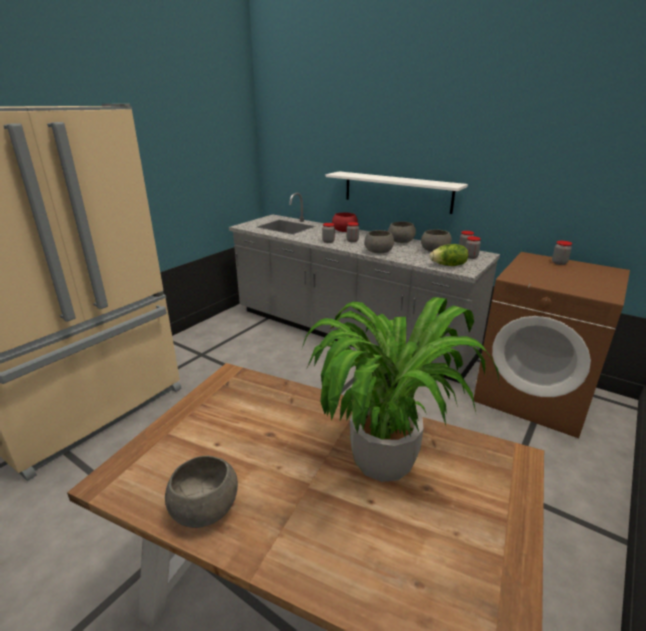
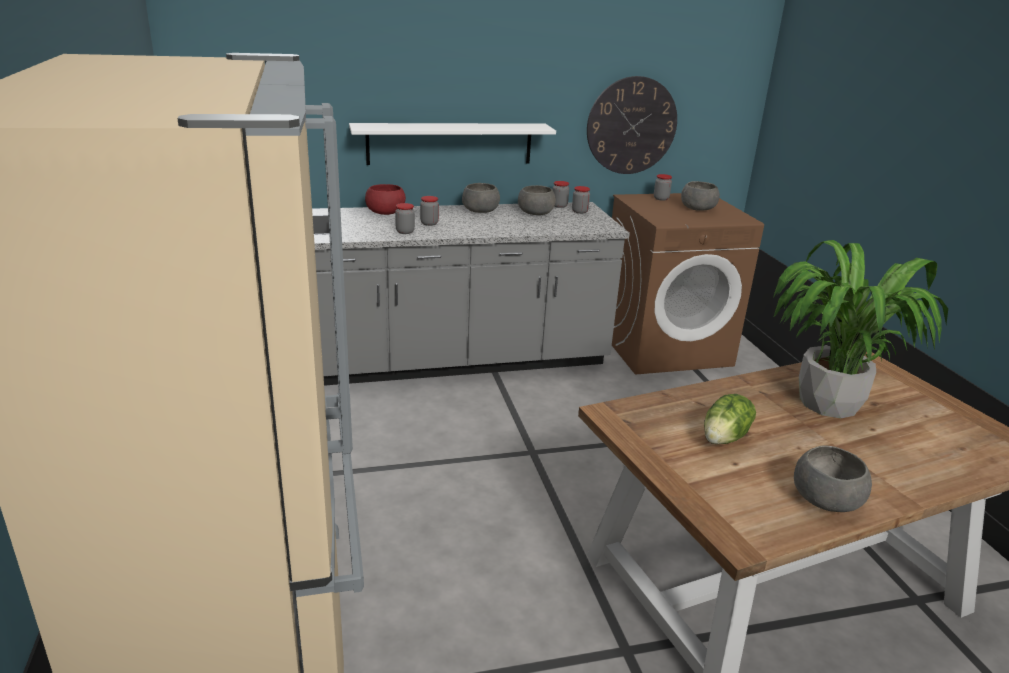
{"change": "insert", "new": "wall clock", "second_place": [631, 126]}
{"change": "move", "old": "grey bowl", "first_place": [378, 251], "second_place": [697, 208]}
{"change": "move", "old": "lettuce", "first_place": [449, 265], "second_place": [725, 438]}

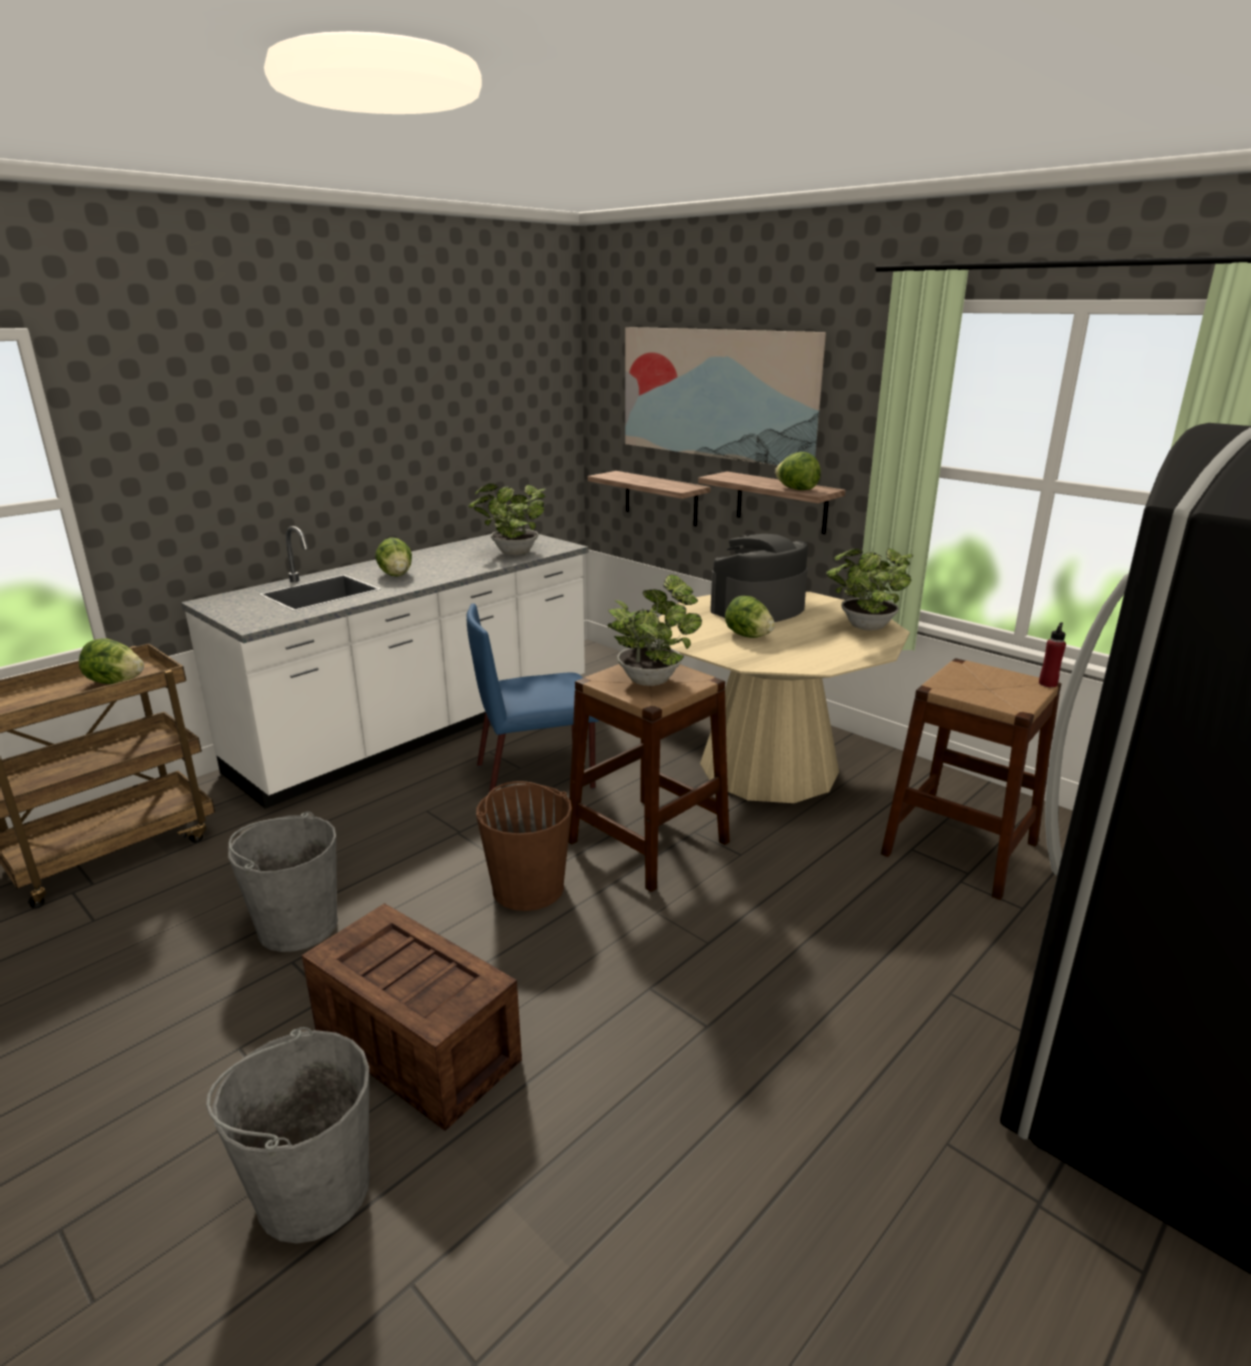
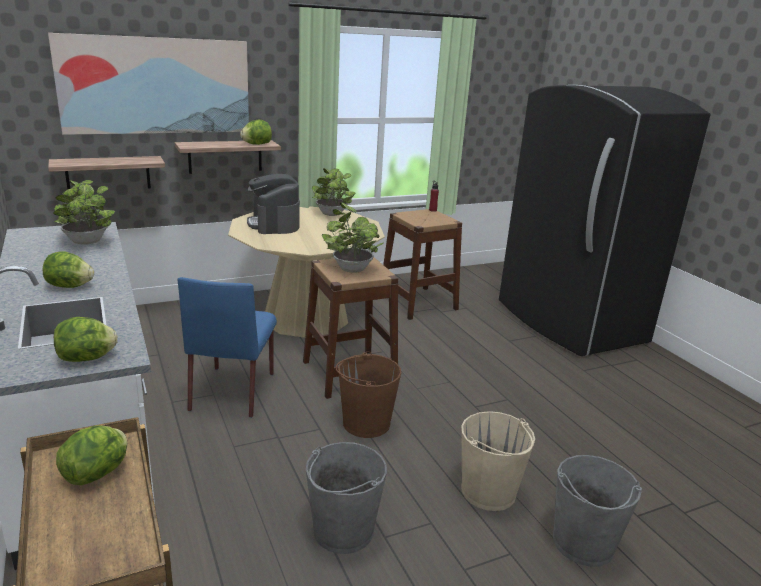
{"change": "move", "old": "lettuce", "first_place": [748, 636], "second_place": [87, 358]}
{"change": "replace", "old": "crate", "new": "beige bucket", "first_place": [414, 1045], "second_place": [488, 492]}

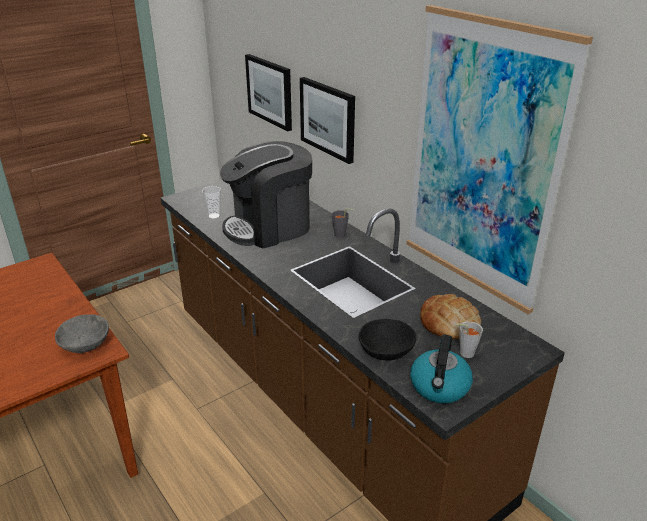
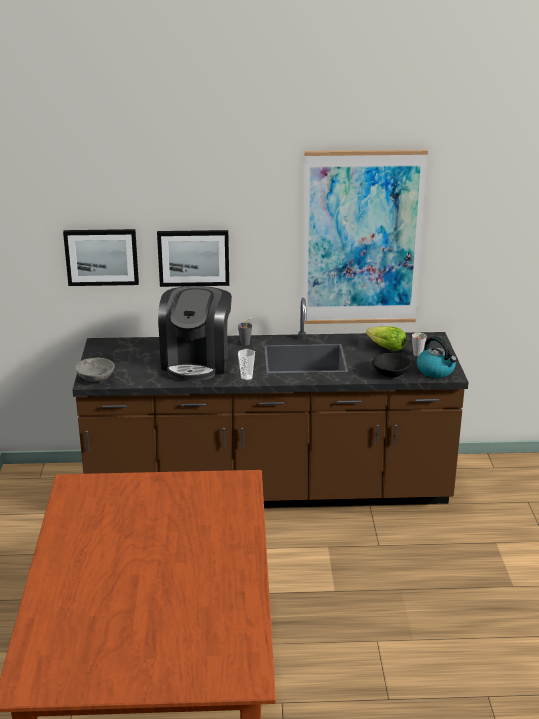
{"change": "move", "old": "grey bowl", "first_place": [85, 344], "second_place": [95, 378]}
{"change": "move", "old": "cup", "first_place": [214, 216], "second_place": [246, 377]}
{"change": "replace", "old": "bread", "new": "lettuce", "first_place": [449, 322], "second_place": [386, 348]}

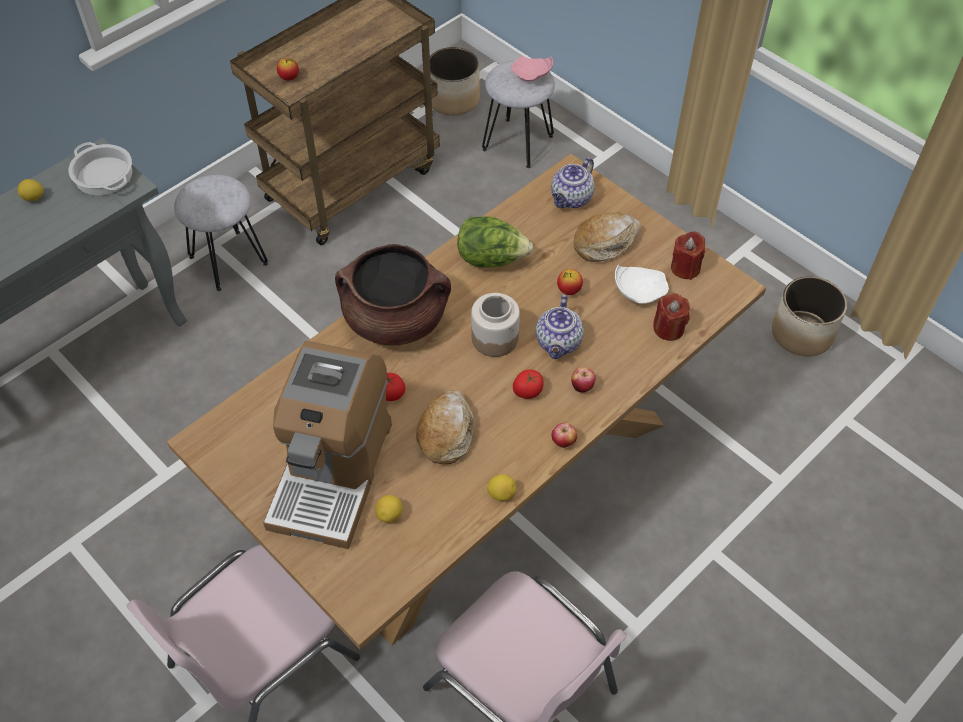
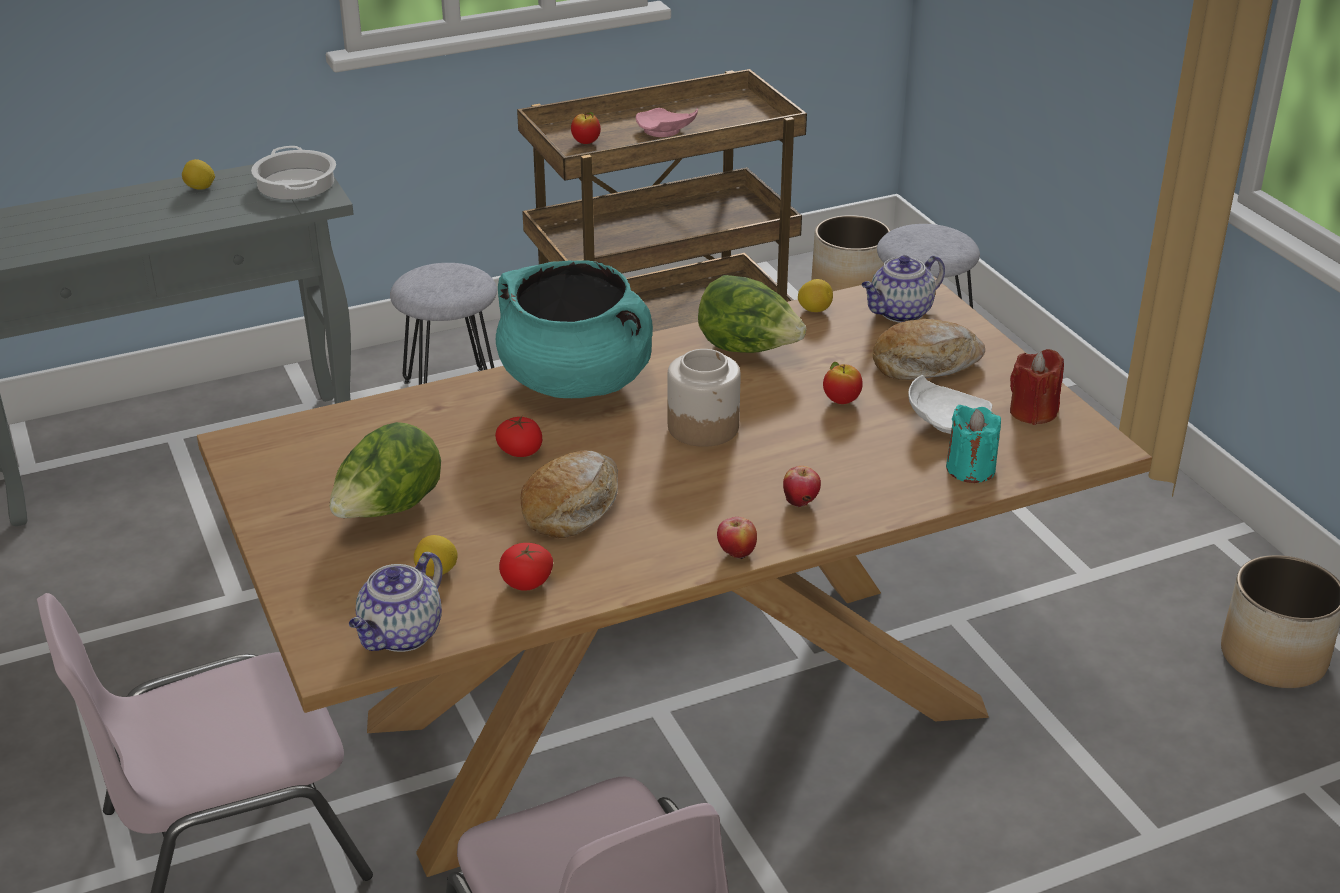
{"change": "replace", "old": "coffee machine", "new": "lettuce", "first_place": [332, 472], "second_place": [388, 511]}
{"change": "move", "old": "teapot", "first_place": [559, 343], "second_place": [401, 636]}
{"change": "recolor", "old": "brown cooking pot", "new": "turquoise cooking pot", "first_place": [396, 319], "second_place": [576, 382]}
{"change": "move", "old": "tomato", "first_place": [527, 391], "second_place": [526, 583]}
{"change": "move", "old": "pink plate", "first_place": [532, 75], "second_place": [665, 132]}
{"change": "move", "old": "lemon", "first_place": [501, 494], "second_place": [814, 310]}
{"change": "recolor", "old": "red candle", "new": "turquoise candle", "first_place": [668, 328], "second_place": [970, 469]}

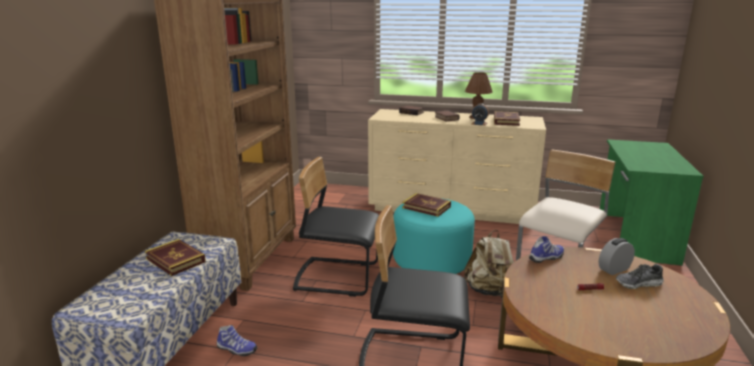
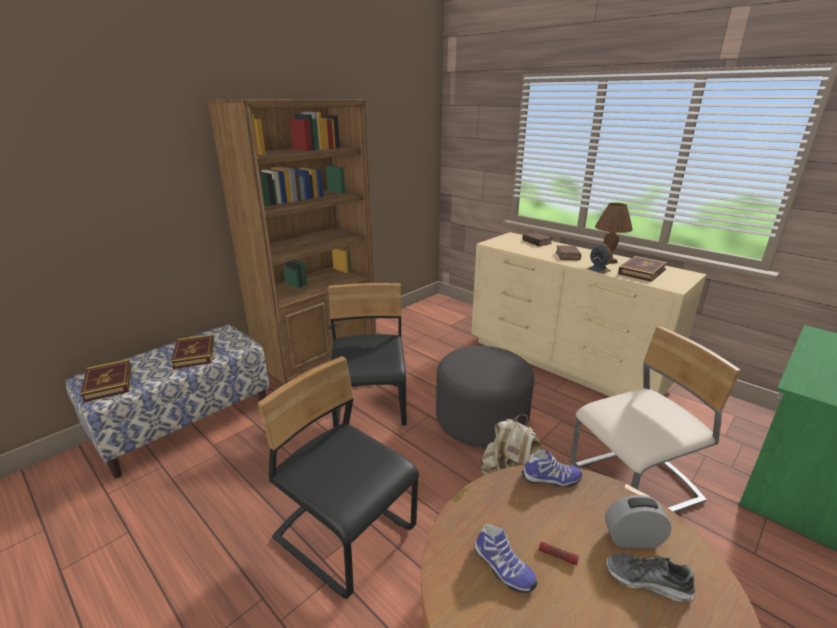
{"change": "move", "old": "book", "first_place": [426, 207], "second_place": [108, 383]}
{"change": "rotate", "old": "black chair", "first_place": [337, 277], "second_place": [371, 407], "degrees": 45}
{"change": "recolor", "old": "turquoise ottoman", "new": "grey ottoman", "first_place": [432, 260], "second_place": [481, 420]}
{"change": "move", "old": "shoe", "first_place": [236, 349], "second_place": [502, 568]}

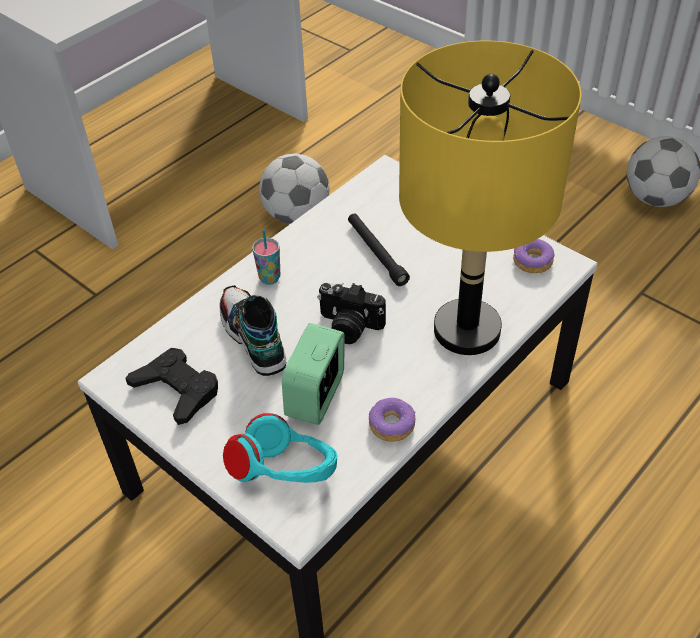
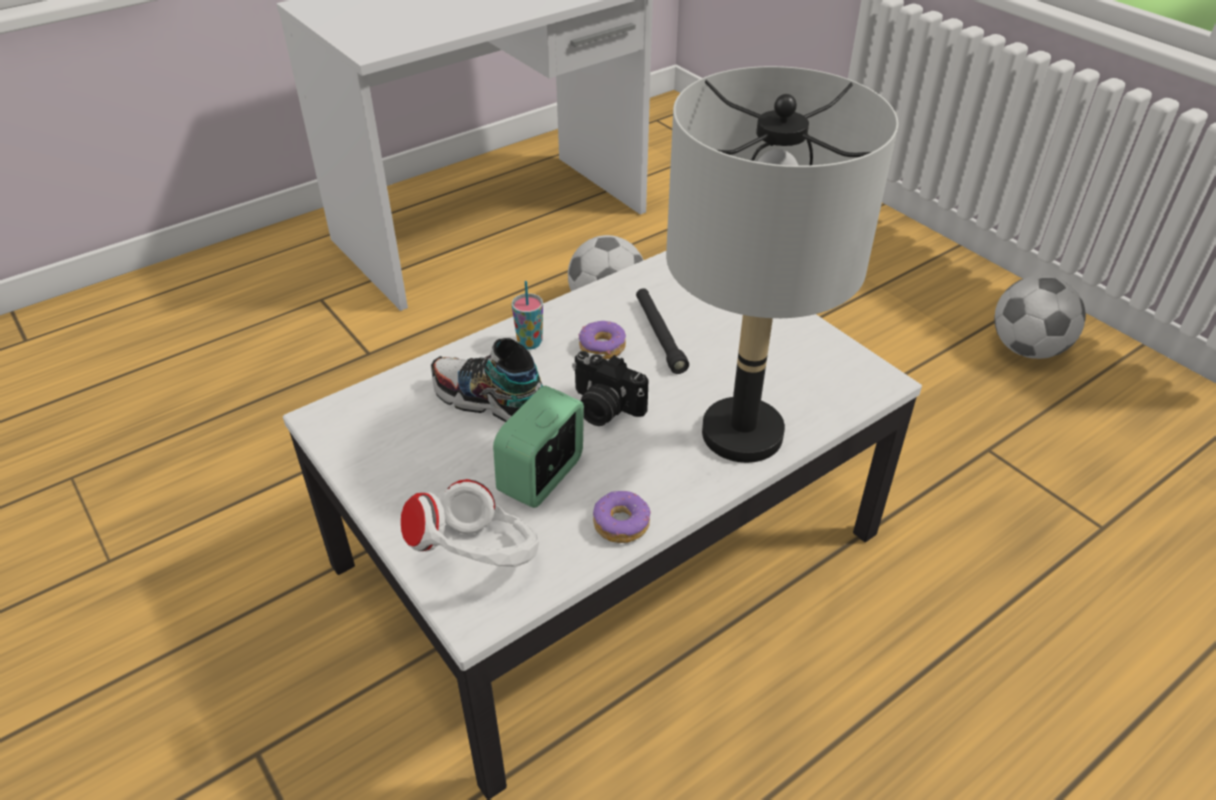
{"change": "recolor", "old": "turquoise headphones", "new": "white headphones", "first_place": [287, 475], "second_place": [480, 558]}
{"change": "rotate", "old": "shoe", "first_place": [253, 338], "second_place": [490, 402], "degrees": -45}
{"change": "move", "old": "donut", "first_place": [532, 262], "second_place": [602, 347]}
{"change": "recolor", "old": "yellow table lamp", "new": "grey table lamp", "first_place": [467, 330], "second_place": [743, 434]}
{"change": "delete", "old": "black game controller", "first_place": [177, 390]}

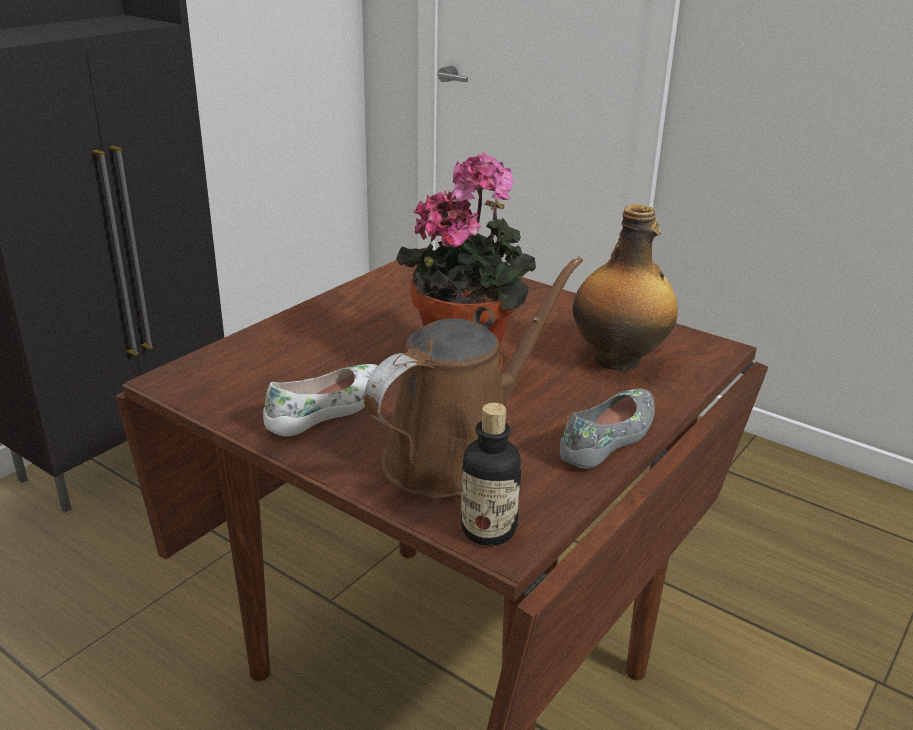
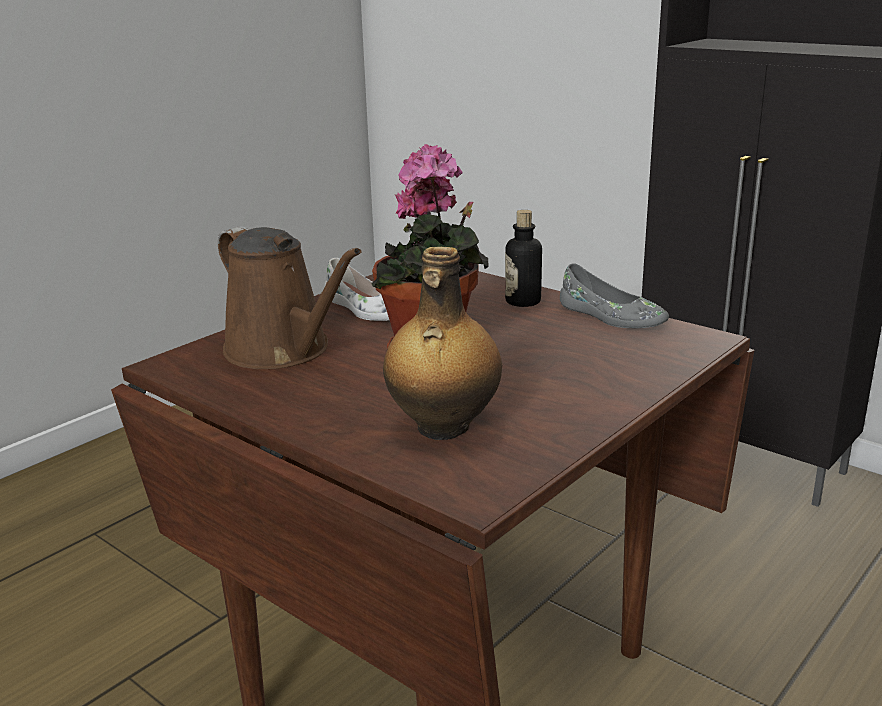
{"change": "move", "old": "bottle", "first_place": [488, 530], "second_place": [523, 301]}
{"change": "move", "old": "grey shoe", "first_place": [610, 438], "second_place": [611, 317]}

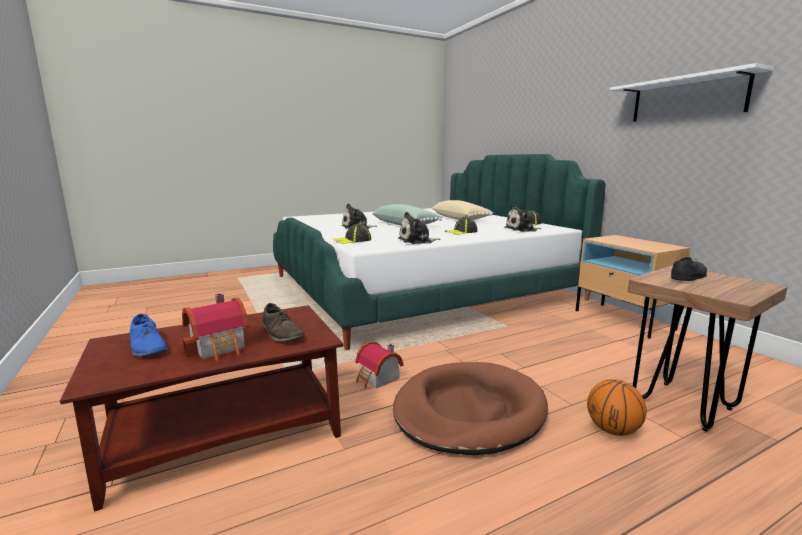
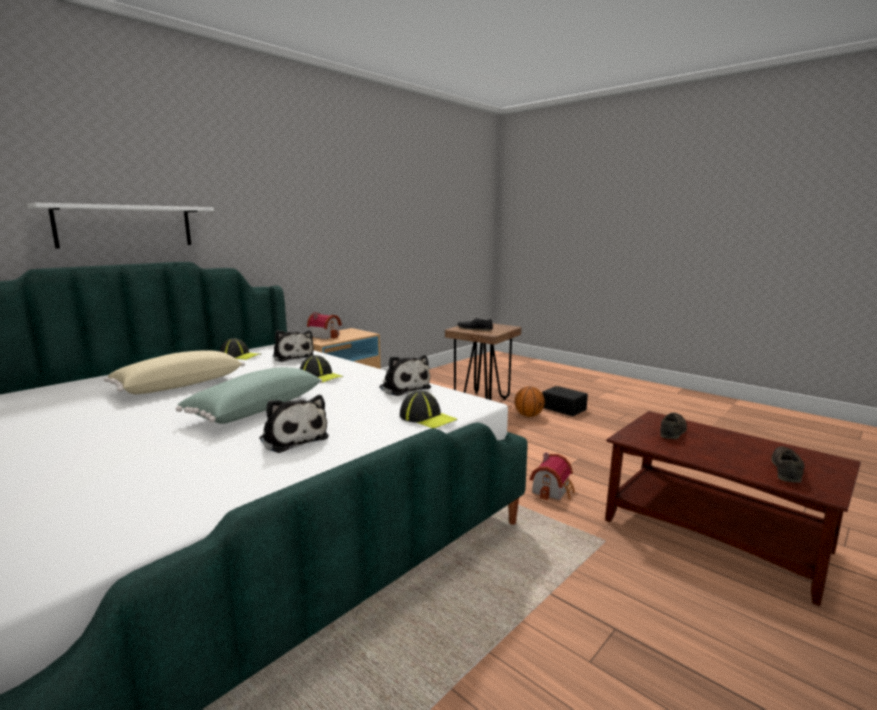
{"change": "move", "old": "white shelf", "first_place": [687, 98], "second_place": [125, 226]}
{"change": "move", "old": "toy house", "first_place": [220, 347], "second_place": [325, 336]}
{"change": "insert", "new": "black storage box", "second_place": [564, 408]}
{"change": "recolor", "old": "blue shoe", "new": "brown shoe", "first_place": [148, 346], "second_place": [786, 470]}
{"change": "delete", "old": "brown dog bed", "first_place": [468, 411]}

